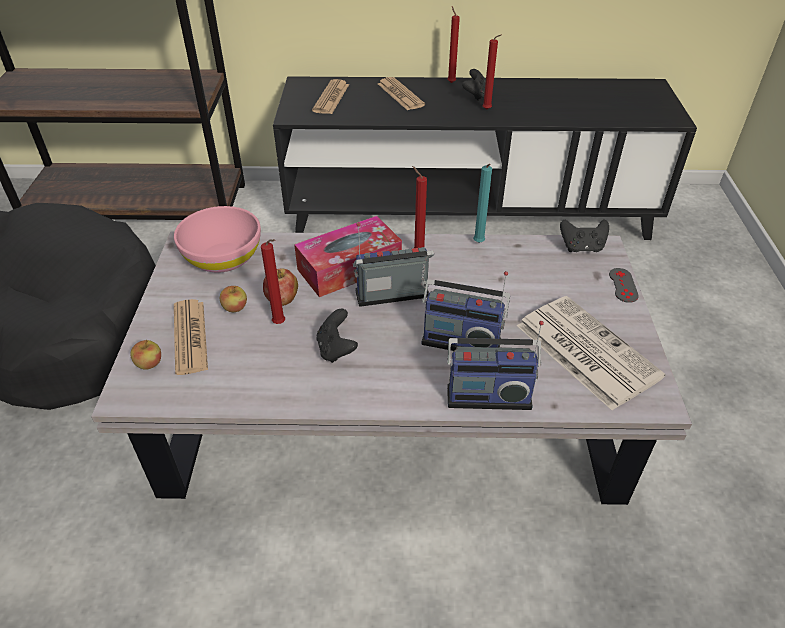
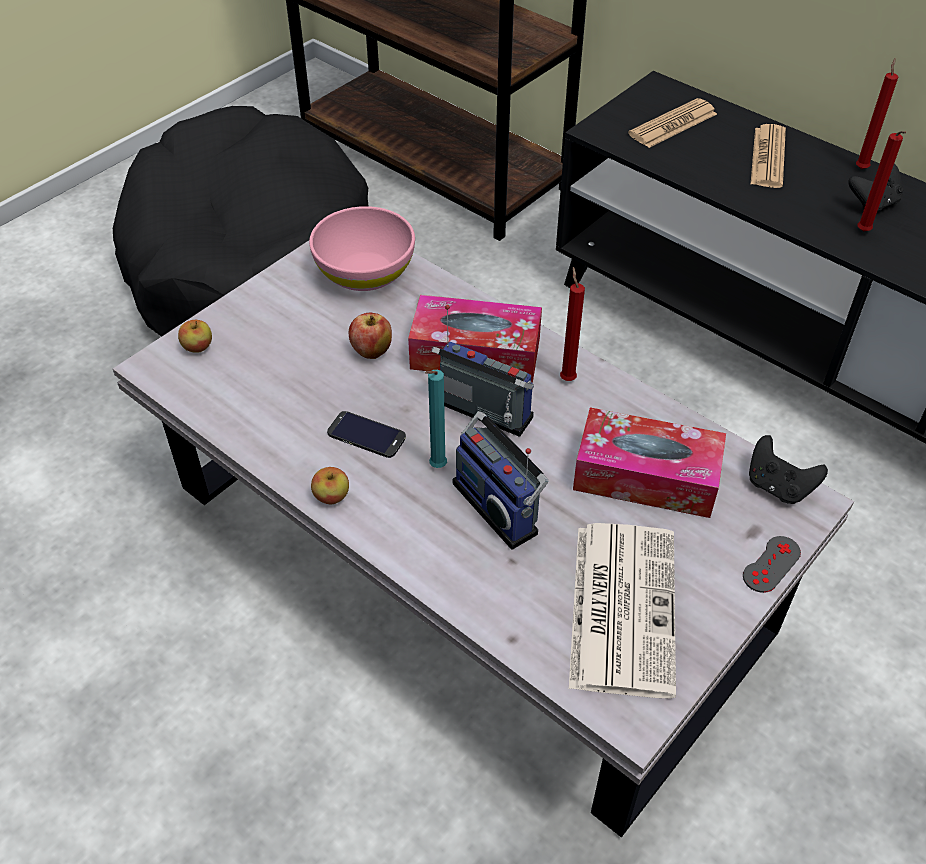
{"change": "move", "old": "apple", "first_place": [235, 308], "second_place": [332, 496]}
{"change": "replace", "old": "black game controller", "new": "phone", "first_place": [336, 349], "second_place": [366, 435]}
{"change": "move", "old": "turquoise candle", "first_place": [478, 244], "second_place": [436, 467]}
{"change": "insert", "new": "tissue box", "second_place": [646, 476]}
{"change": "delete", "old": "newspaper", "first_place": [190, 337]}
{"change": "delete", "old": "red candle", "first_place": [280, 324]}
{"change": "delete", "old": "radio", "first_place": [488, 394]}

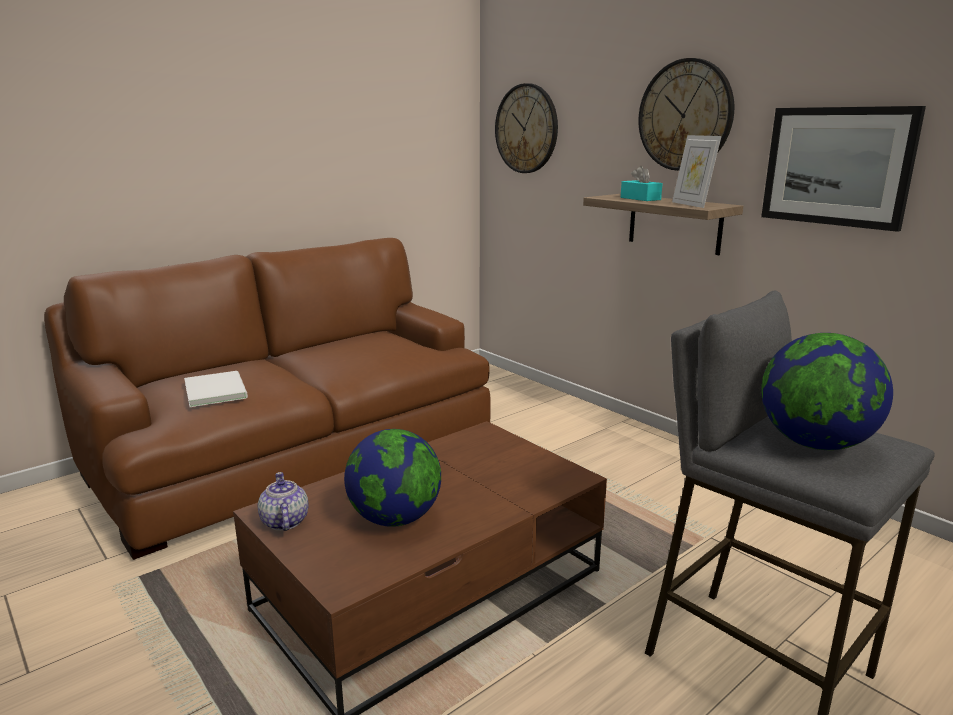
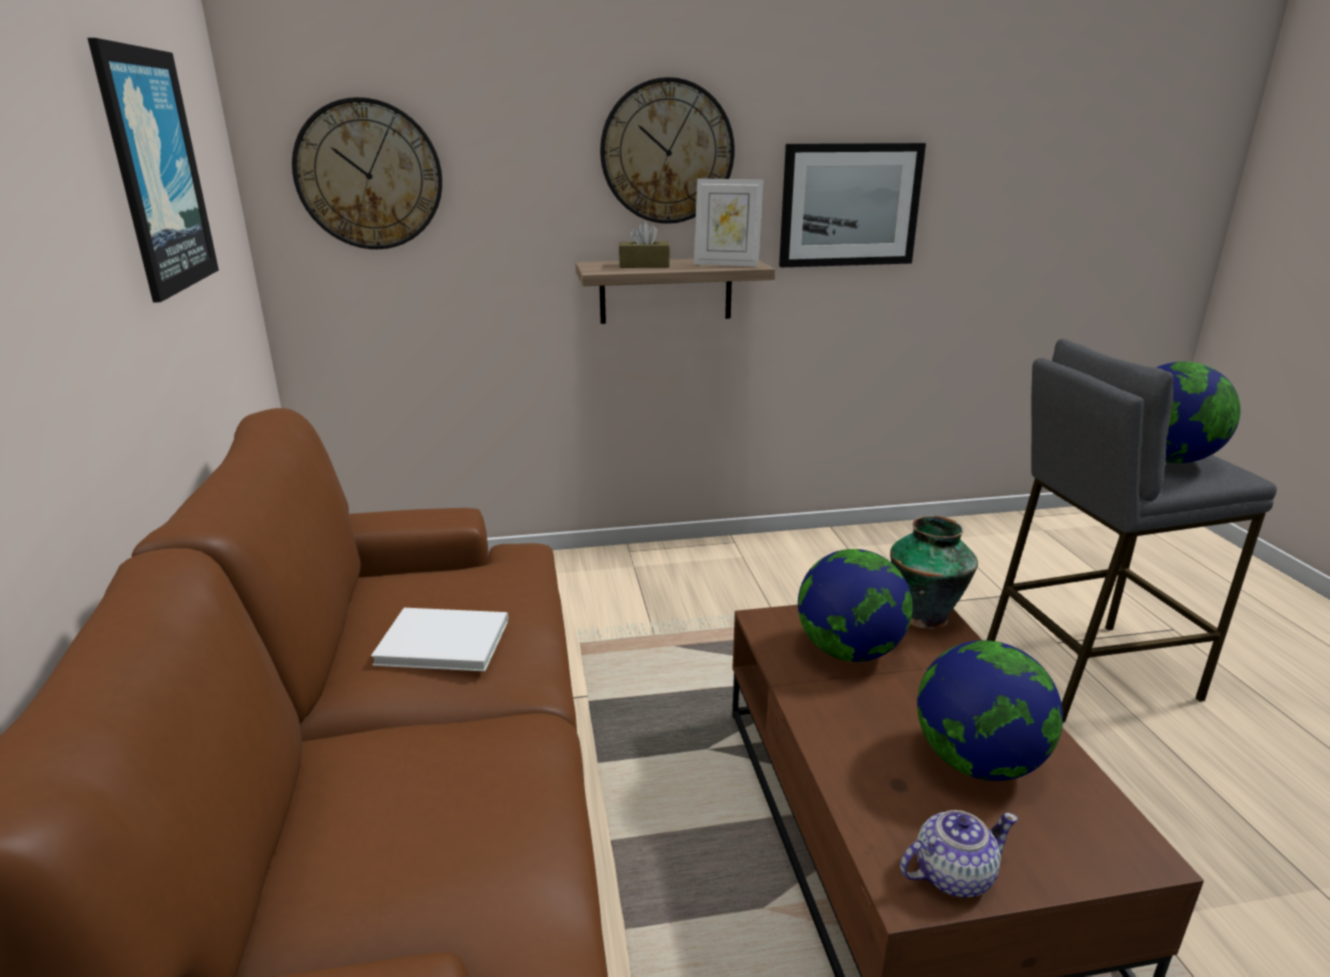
{"change": "insert", "new": "picture", "second_place": [155, 172]}
{"change": "move", "old": "white book", "first_place": [217, 390], "second_place": [440, 640]}
{"change": "recolor", "old": "turquoise tissue box", "new": "brown tissue box", "first_place": [640, 198], "second_place": [644, 265]}
{"change": "insert", "new": "globe", "second_place": [849, 651]}
{"change": "insert", "new": "vase", "second_place": [924, 615]}
{"change": "rotate", "old": "teapot", "first_place": [284, 522], "second_place": [951, 875], "degrees": 150}

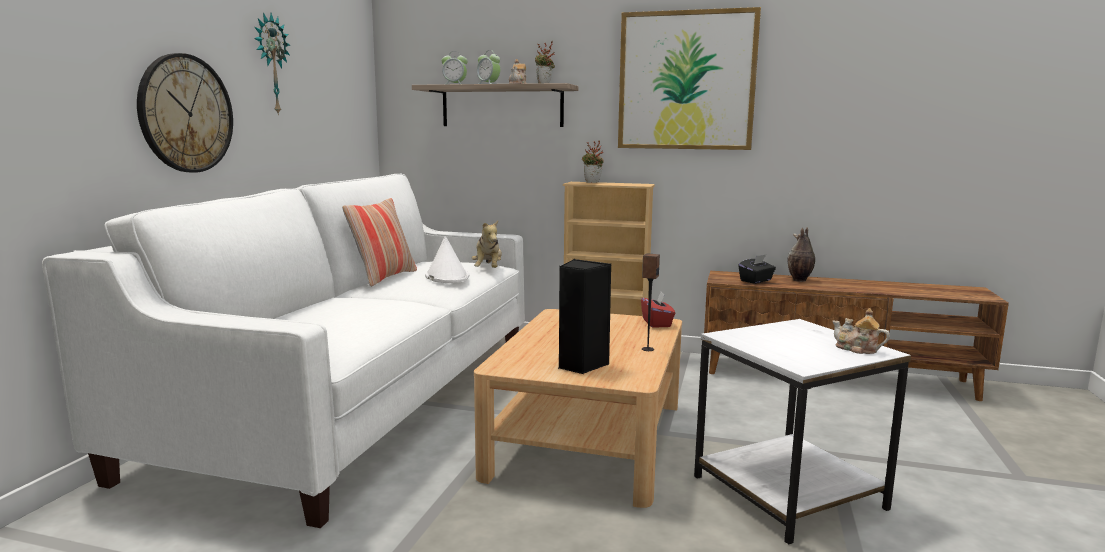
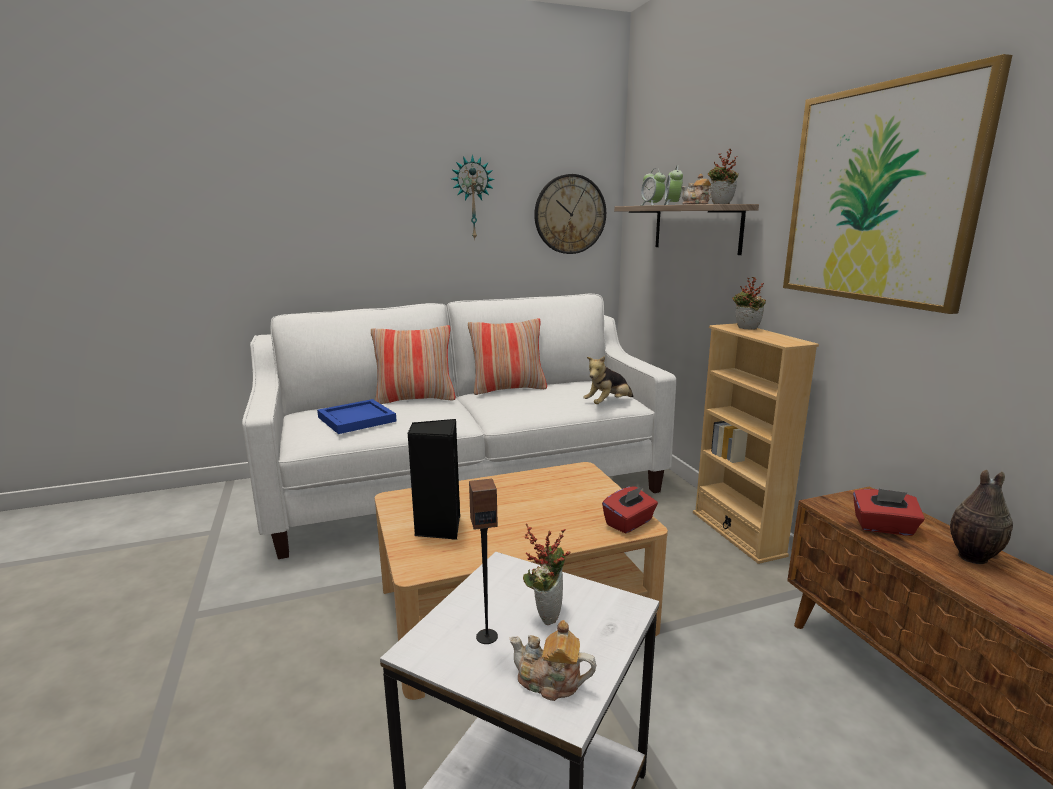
{"change": "insert", "new": "blue tray", "second_place": [355, 419]}
{"change": "insert", "new": "pillow", "second_place": [415, 399]}
{"change": "move", "old": "speaker", "first_place": [647, 349], "second_place": [487, 636]}
{"change": "rotate", "old": "teapot", "first_place": [857, 349], "second_place": [550, 682], "degrees": -75}
{"change": "insert", "new": "potted plant", "second_place": [546, 613]}
{"change": "move", "old": "wall clock", "first_place": [186, 114], "second_place": [570, 214]}
{"change": "recolor", "old": "black tissue box", "new": "red tissue box", "first_place": [756, 281], "second_place": [883, 527]}
{"change": "delete", "old": "white hat", "first_place": [446, 276]}

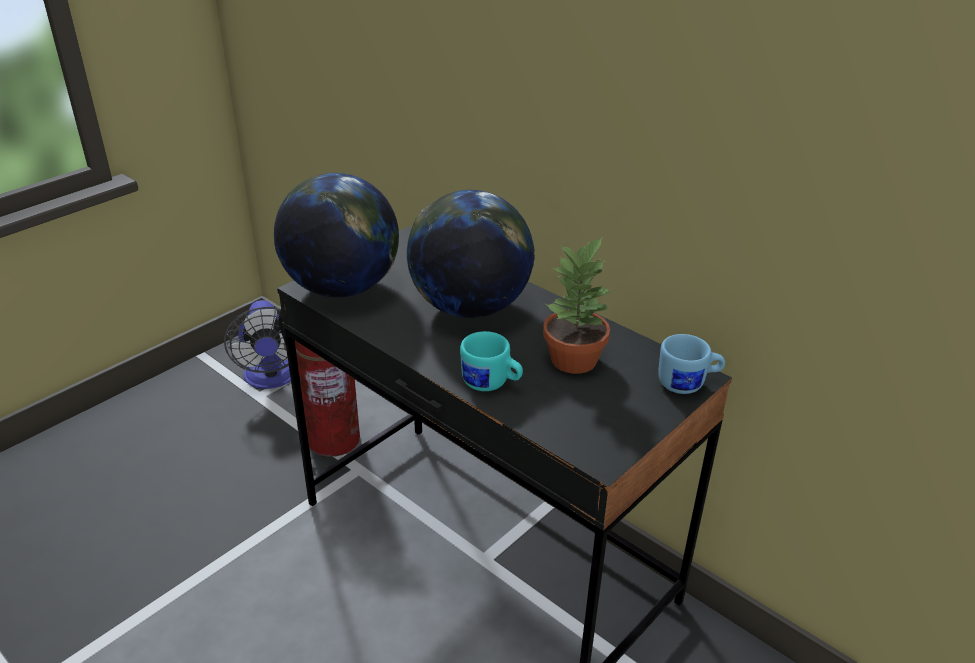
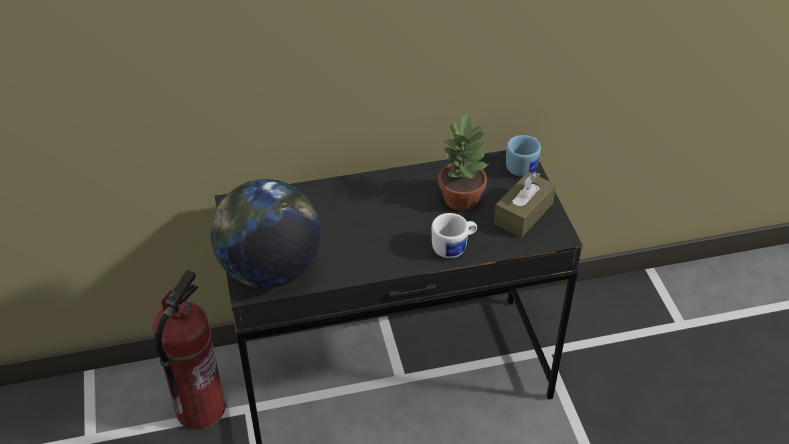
{"change": "recolor", "old": "turquoise mug", "new": "white mug", "first_place": [491, 384], "second_place": [454, 247]}
{"change": "insert", "new": "brown tissue box", "second_place": [523, 213]}
{"change": "delete", "old": "fan", "first_place": [272, 378]}
{"change": "delete", "old": "globe", "first_place": [470, 308]}

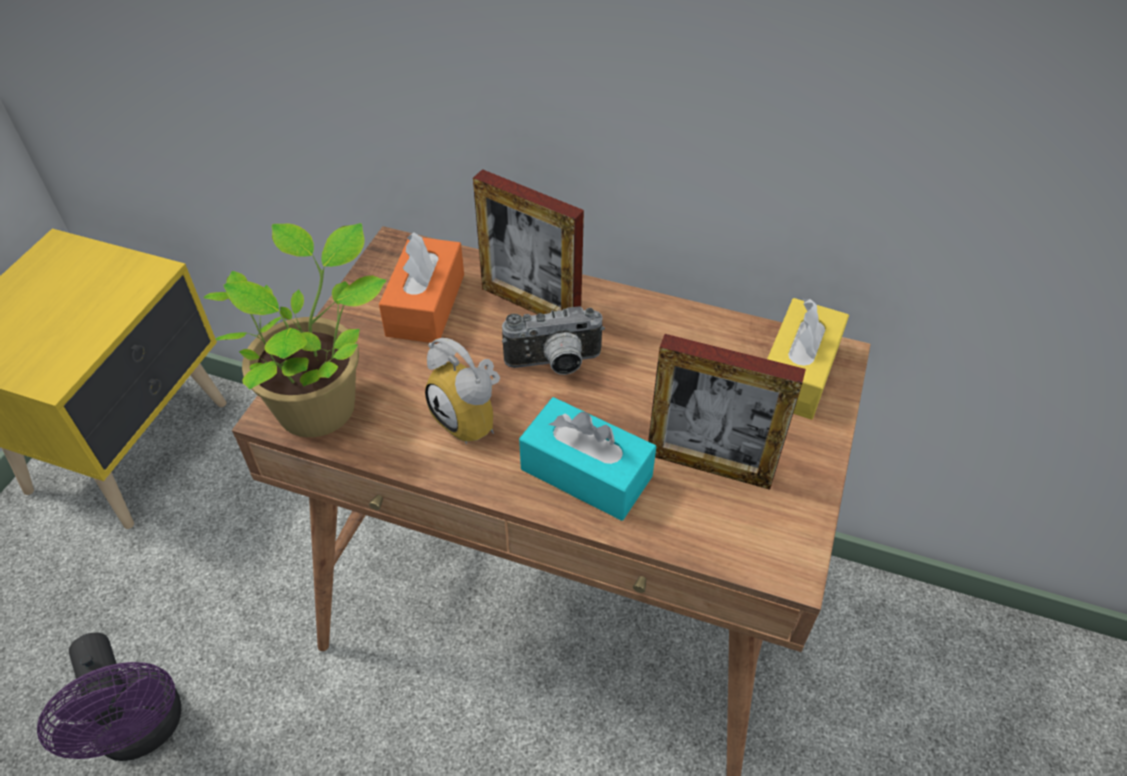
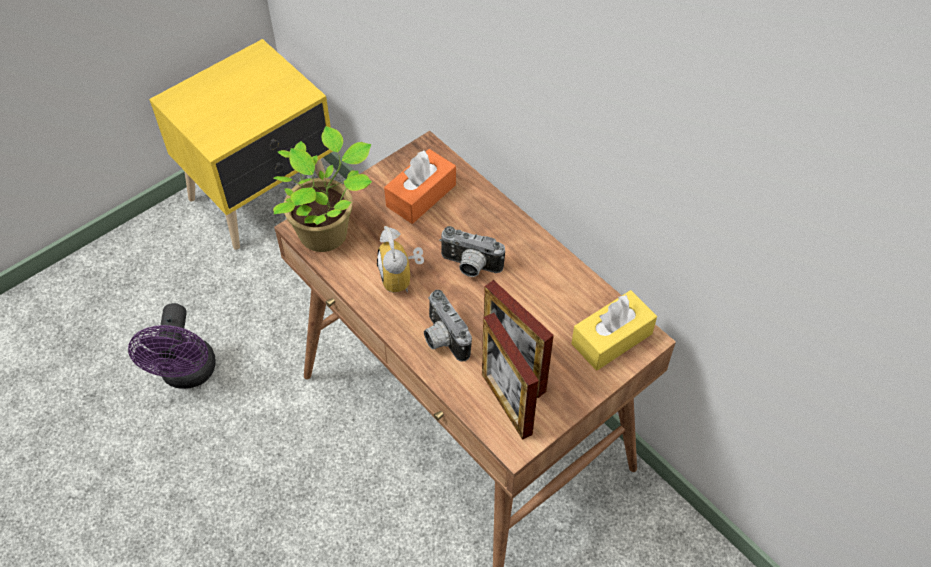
{"change": "replace", "old": "turquoise tissue box", "new": "photo camera", "first_place": [586, 473], "second_place": [442, 339]}
{"change": "move", "old": "picture frame", "first_place": [530, 305], "second_place": [506, 404]}

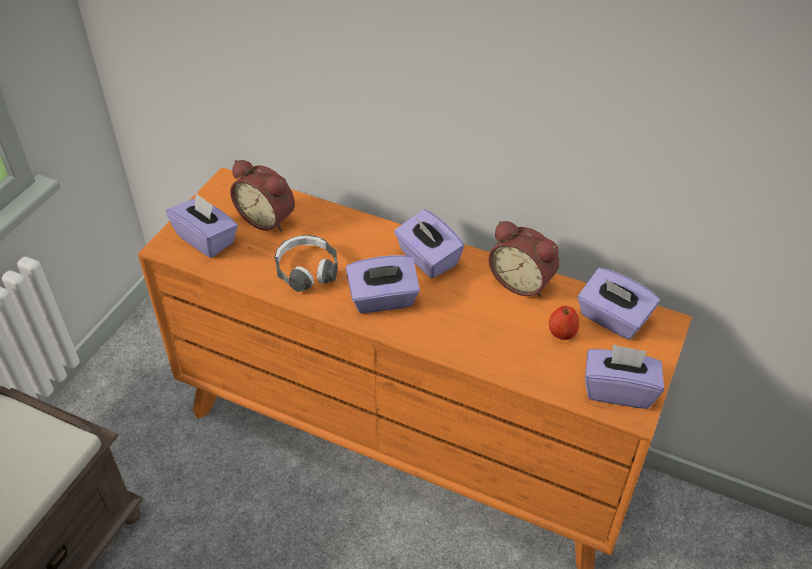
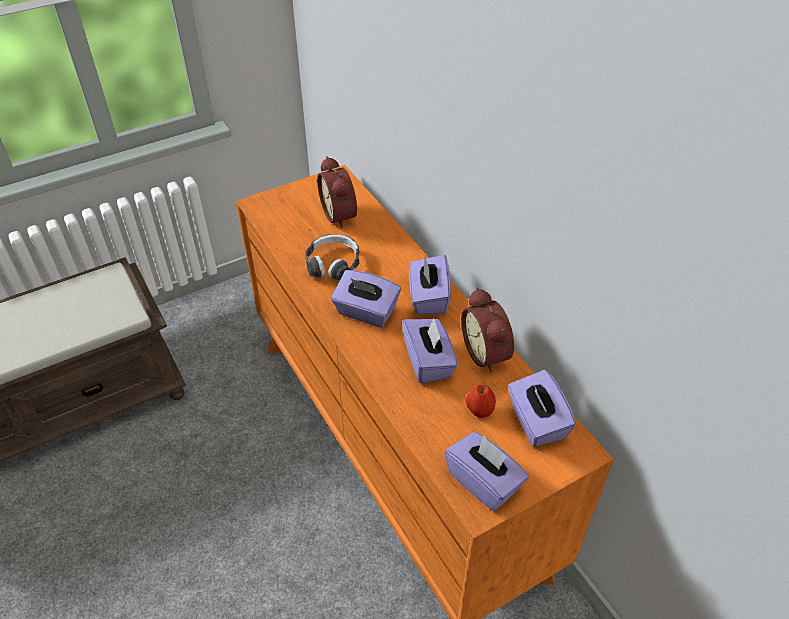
{"change": "move", "old": "purple tissue box", "first_place": [206, 239], "second_place": [428, 362]}

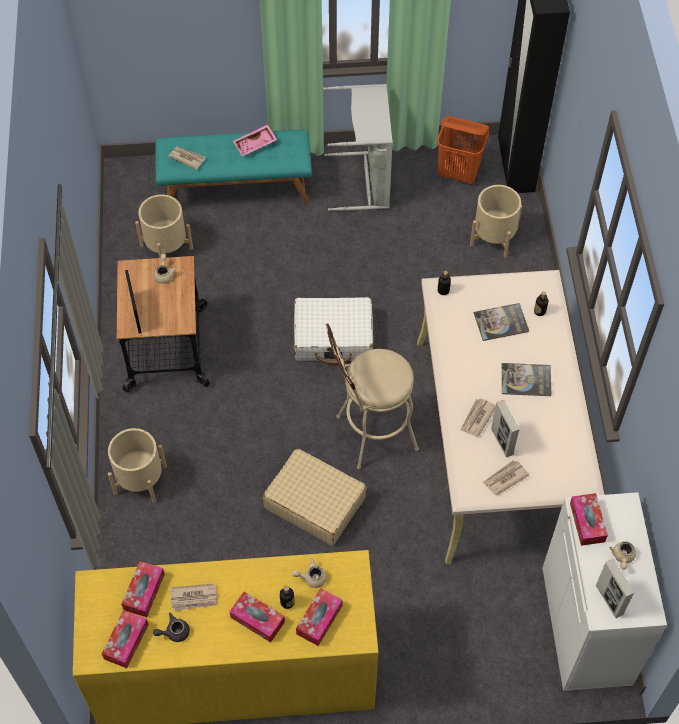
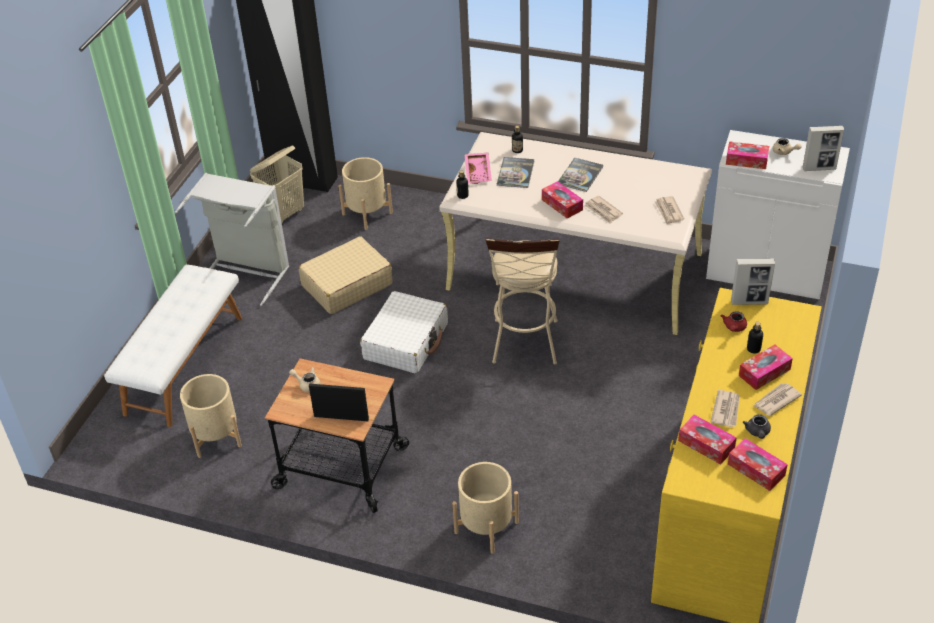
{"change": "recolor", "old": "turquoise bench", "new": "white bench", "first_place": [236, 188], "second_place": [183, 364]}
{"change": "recolor", "old": "orange laundry basket", "new": "beige laundry basket", "first_place": [459, 174], "second_place": [284, 214]}
{"change": "move", "old": "beige suitcase", "first_place": [314, 502], "second_place": [346, 285]}
{"change": "move", "old": "pink tray", "first_place": [255, 145], "second_place": [479, 172]}
{"change": "move", "old": "tissue box", "first_place": [319, 620], "second_place": [562, 205]}
{"change": "recolor", "old": "beige teapot", "new": "red teapot", "first_place": [311, 577], "second_place": [734, 328]}
{"change": "move", "old": "picture frame", "first_place": [502, 442], "second_place": [749, 302]}
{"change": "move", "old": "newspaper", "first_place": [187, 158], "second_place": [776, 400]}

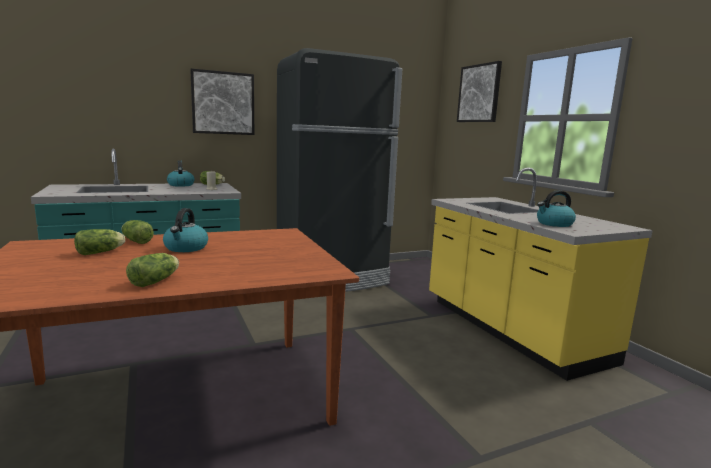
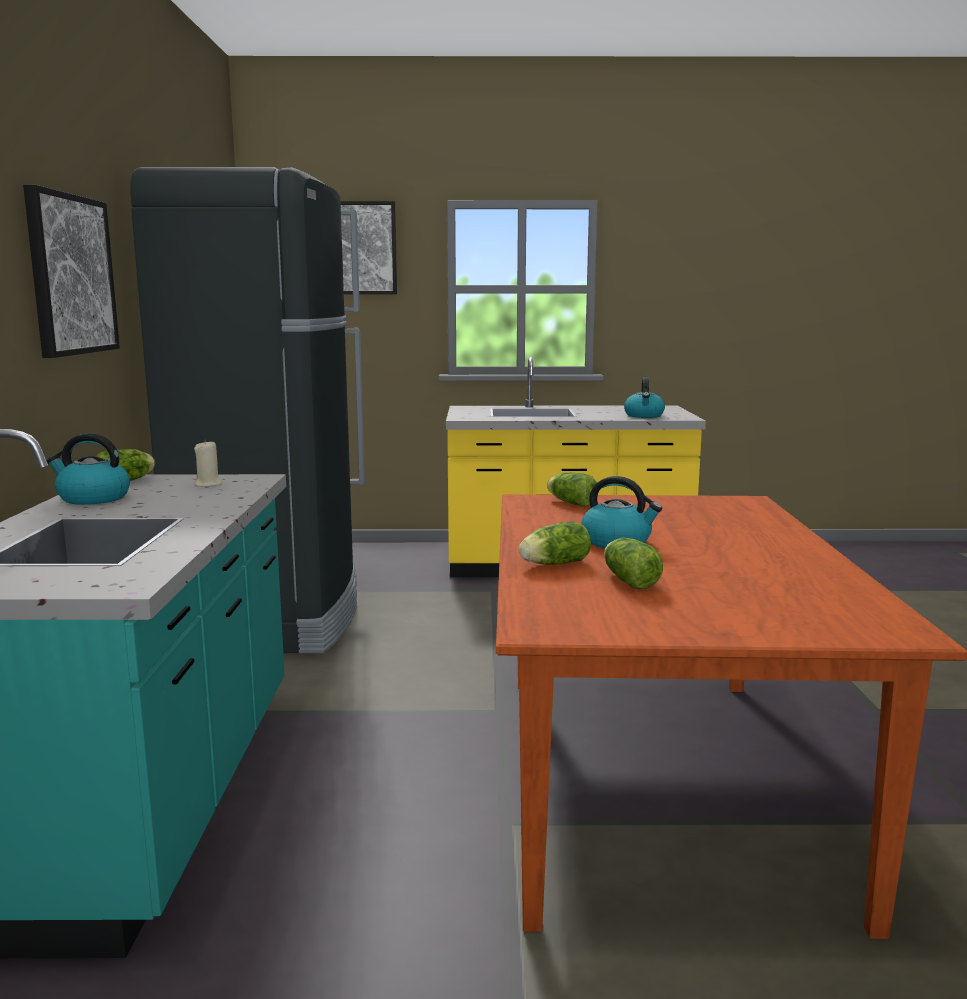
{"change": "move", "old": "lettuce", "first_place": [156, 281], "second_place": [570, 502]}

